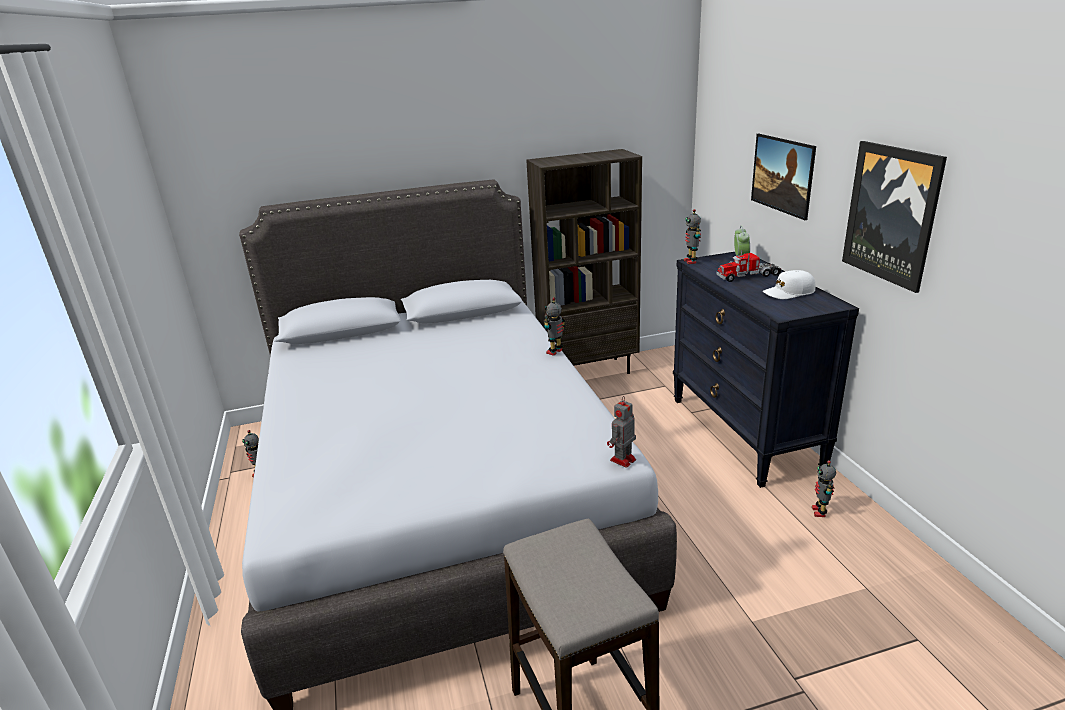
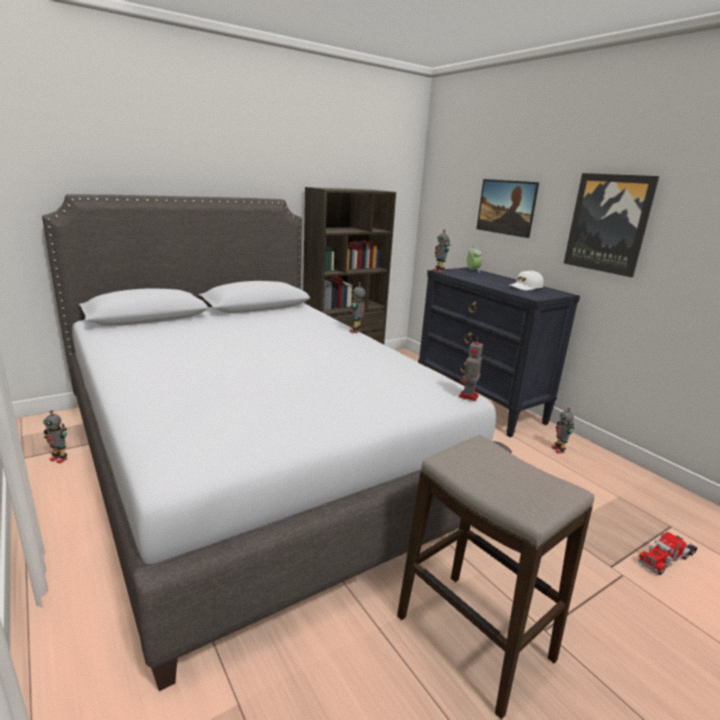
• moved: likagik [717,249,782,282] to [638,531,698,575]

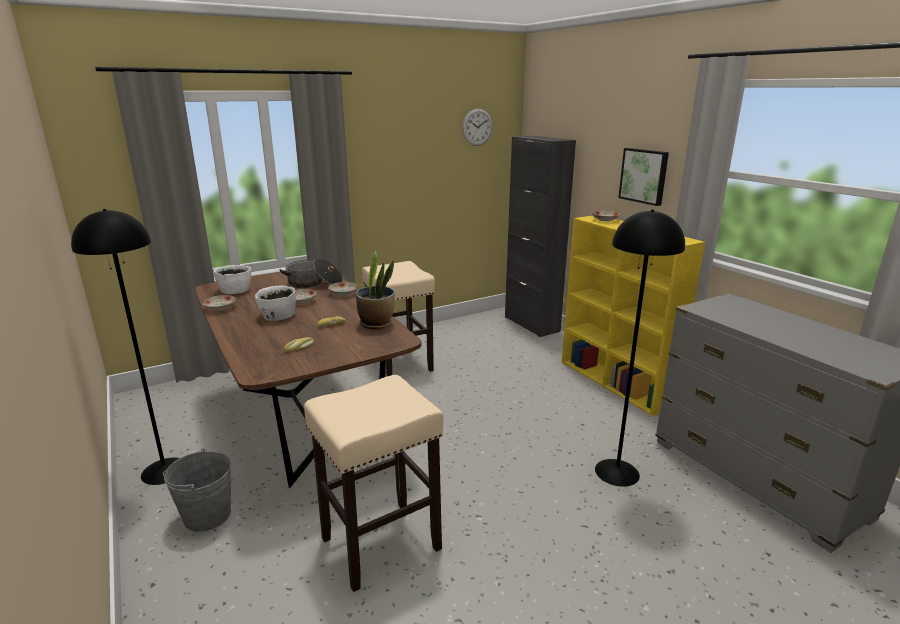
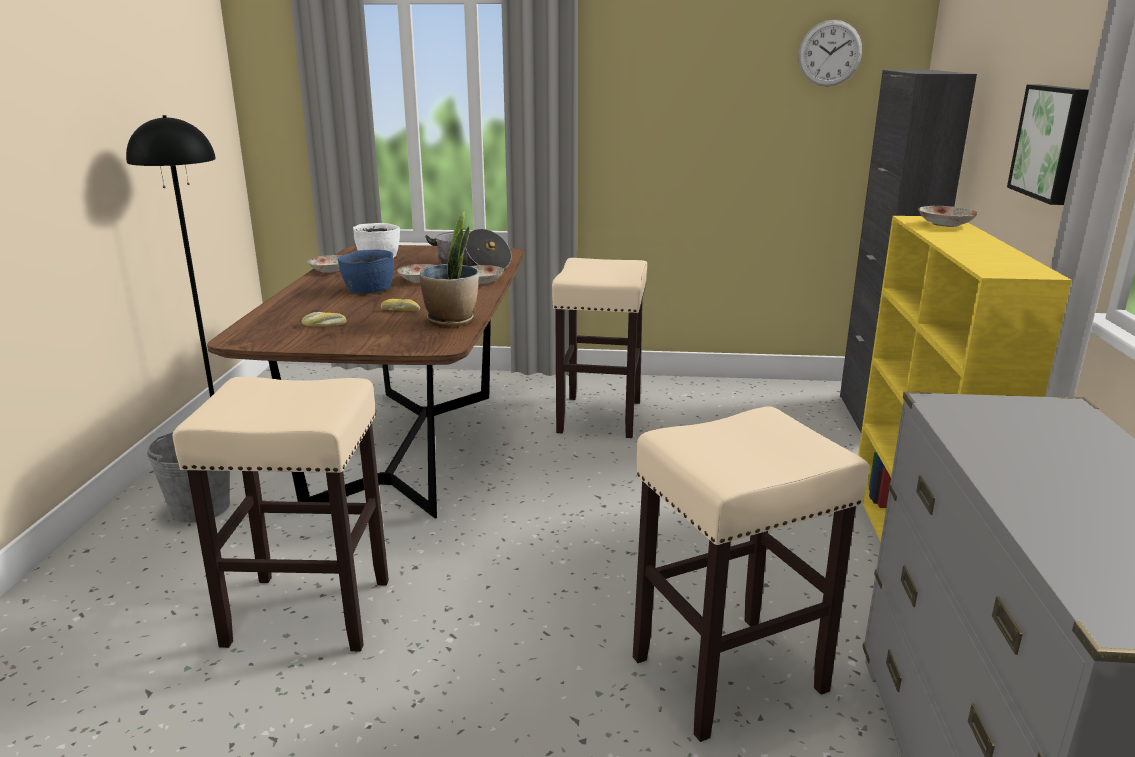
• replaced: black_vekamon [595,209,685,487] to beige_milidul [633,406,869,742]
• recoloured: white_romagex [255,285,296,321] to blue_romagex [338,250,394,294]

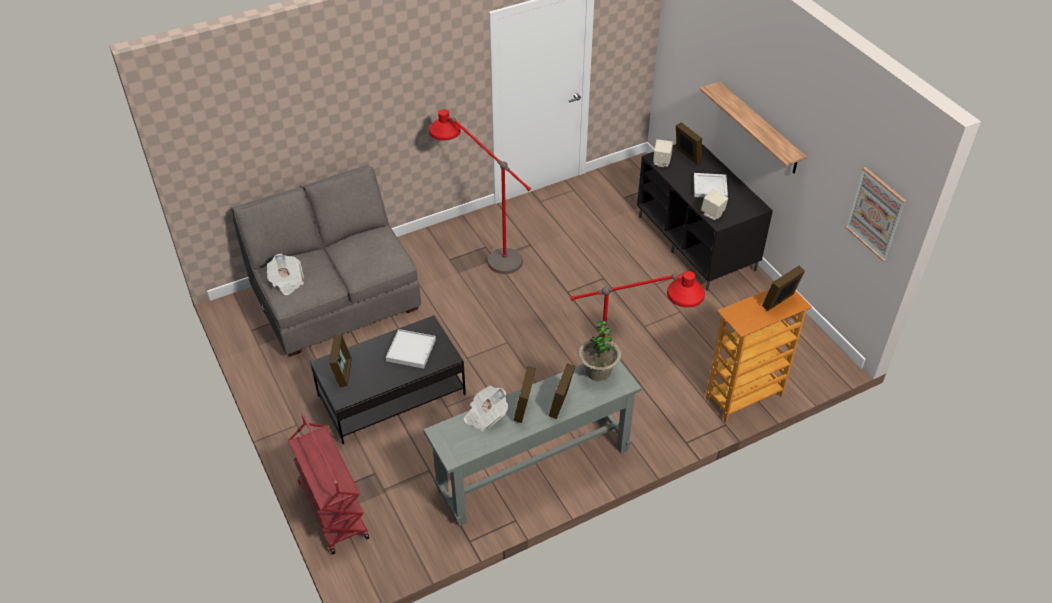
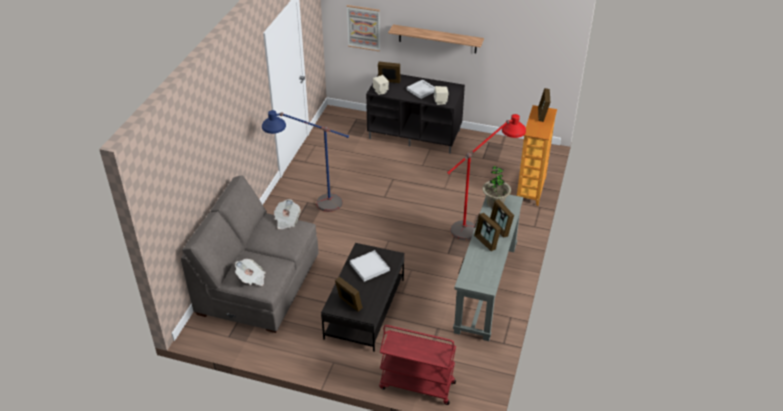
• recoloured: red_vekamon [429,109,531,274] to blue_vekamon [262,110,349,212]
• moved: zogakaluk [845,167,906,262] to [347,5,380,51]
• moved: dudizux [464,386,508,431] to [274,199,301,229]

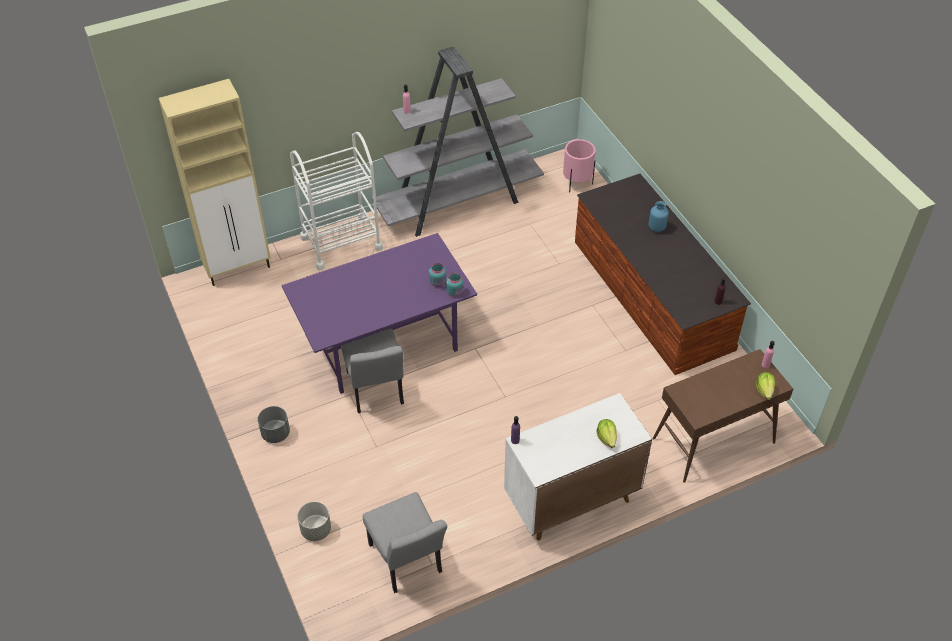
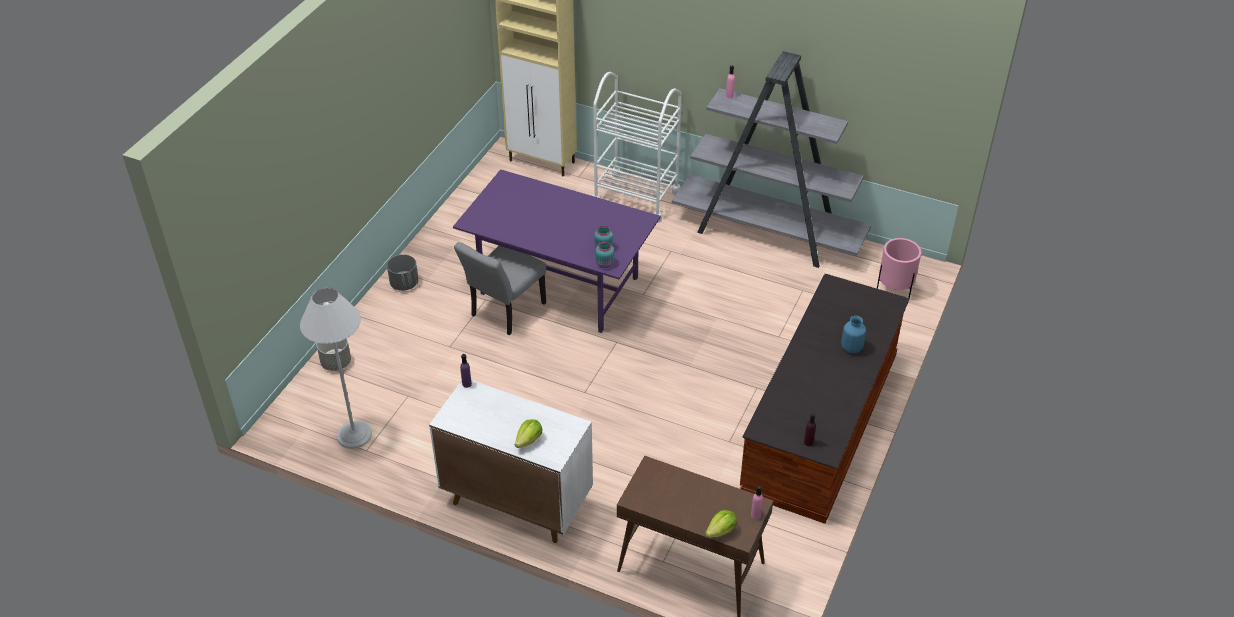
• replaced: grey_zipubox [363,492,447,593] to white_vekamon [300,287,372,449]

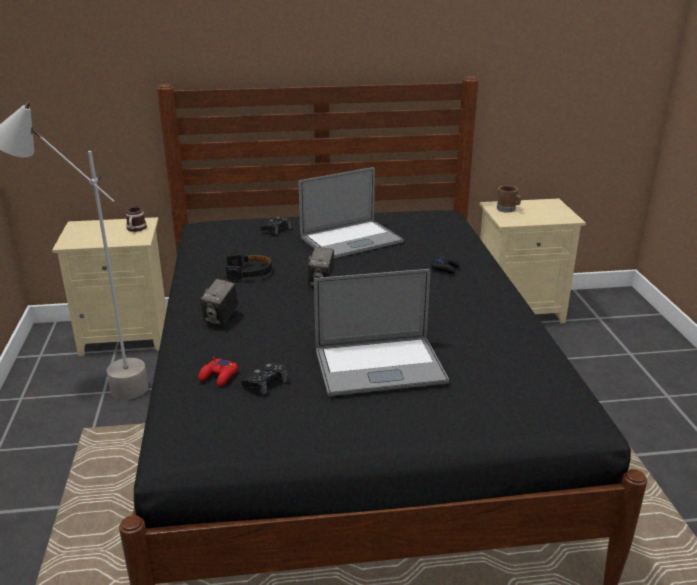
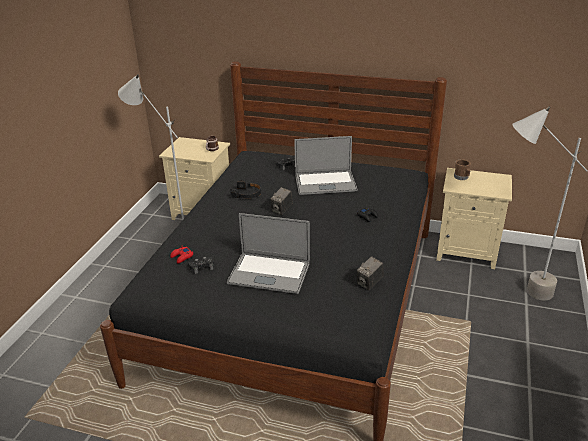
• moved: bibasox [201,279,238,326] to [357,256,383,290]
• added: grey_vekamon [512,107,588,301]

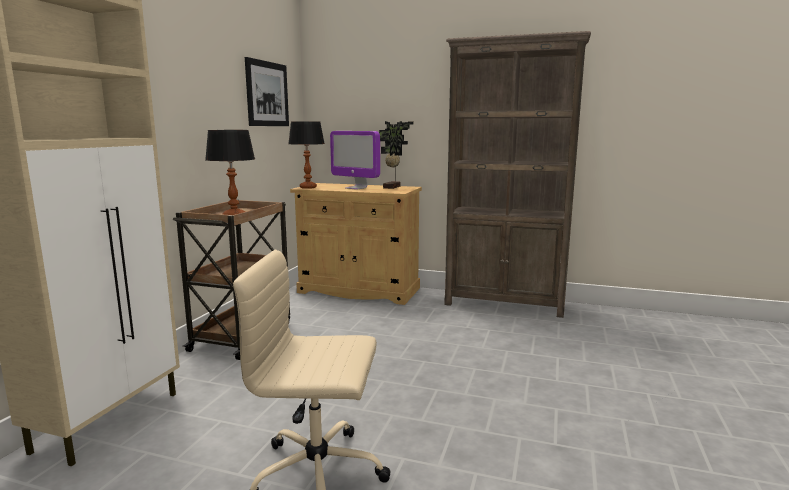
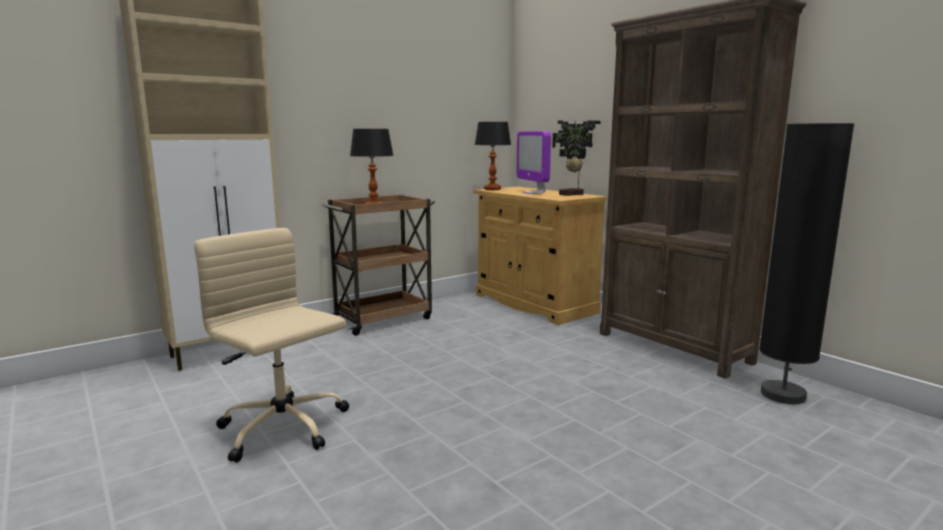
• removed: zogakaluk [245,57,289,126]
• added: black_vekamon [759,123,855,404]

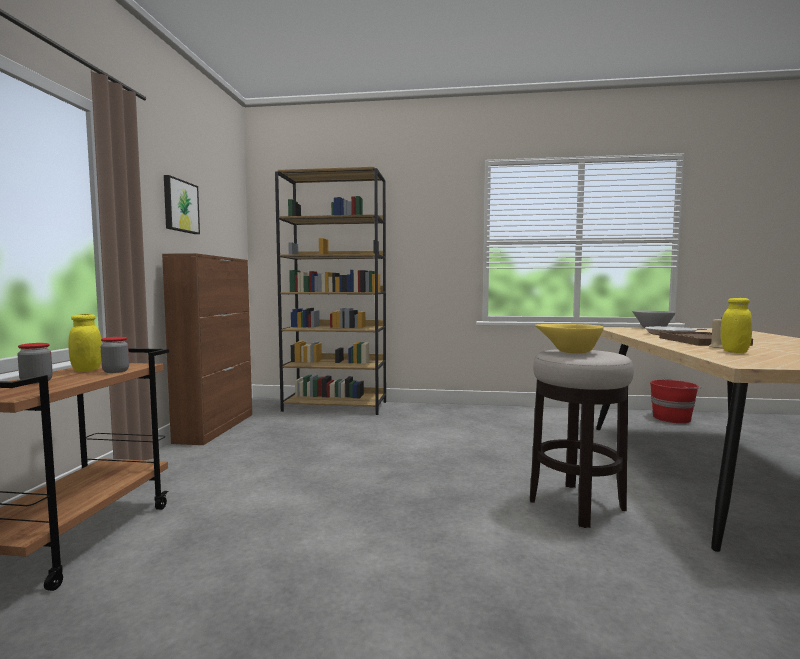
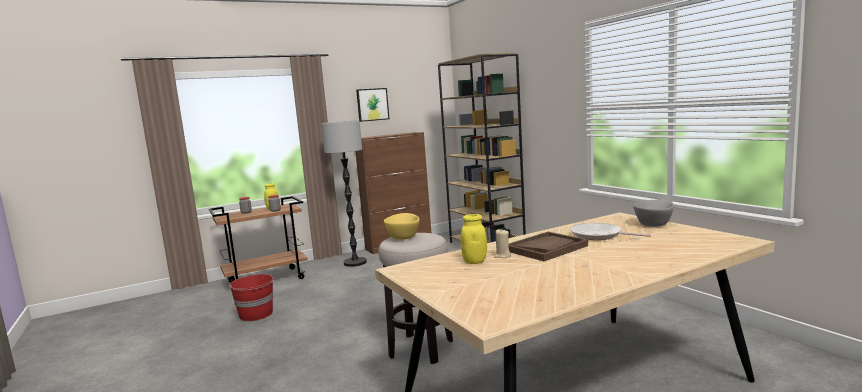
• moved: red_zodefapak [650,378,701,423] to [229,274,274,321]
• added: vekamon [321,120,367,267]

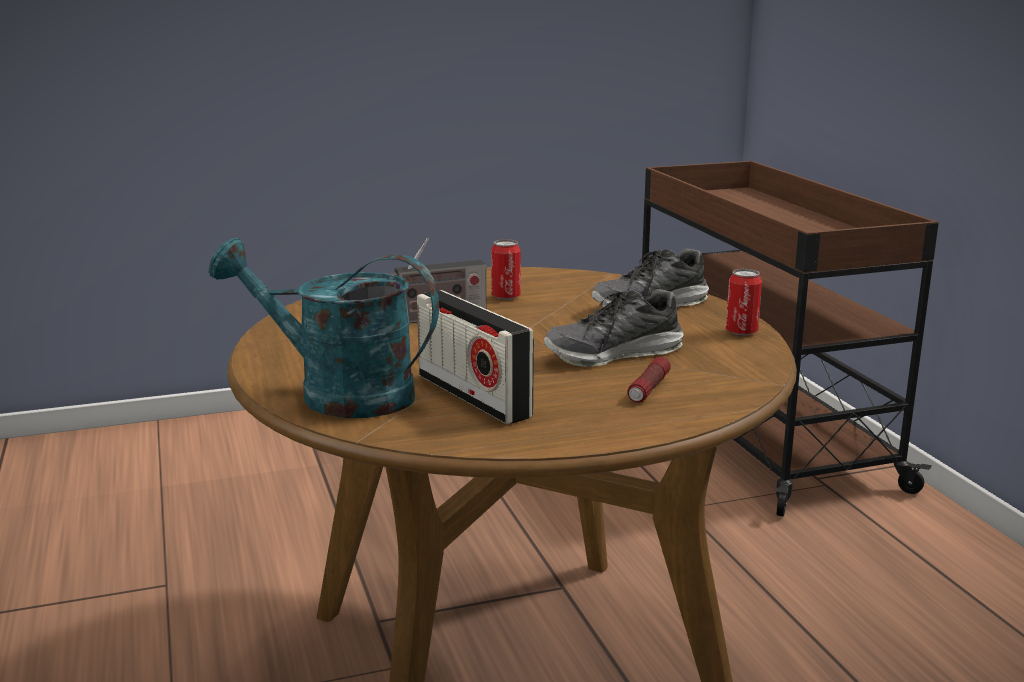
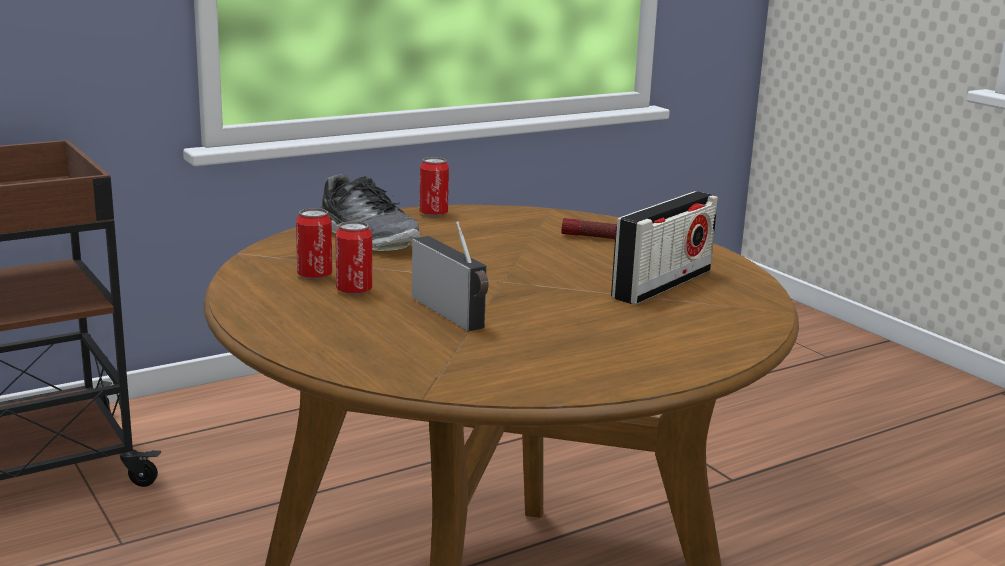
• removed: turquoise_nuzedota [209,238,439,418]
• removed: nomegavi [544,289,684,367]
• added: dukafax [296,208,332,280]

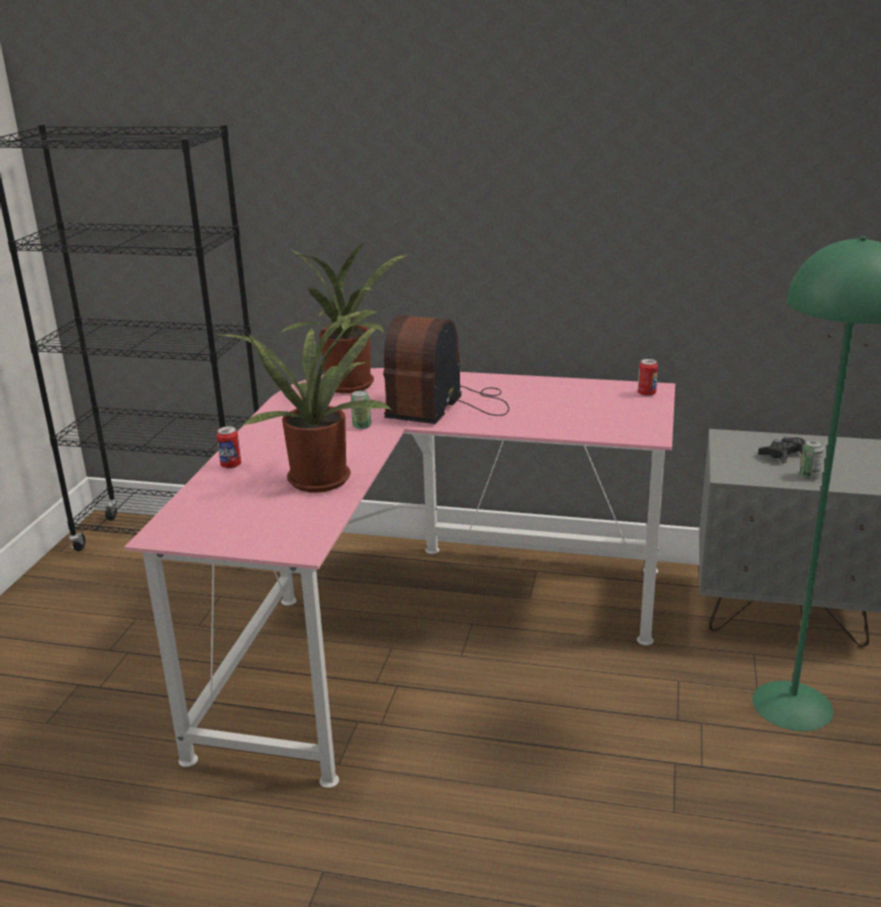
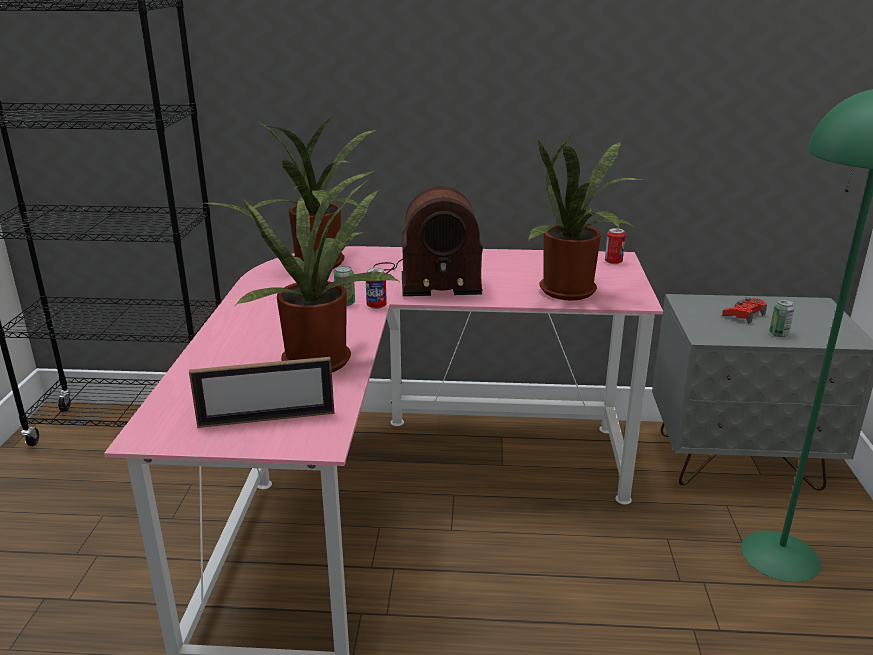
• turned: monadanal [383,315,509,424] = [373,186,483,296] 105 degrees counterclockwise
• moved: dukafax [216,426,241,469] to [366,268,387,309]
• recoloured: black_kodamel [758,436,806,464] to red_kodamel [722,297,767,323]
• added: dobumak [528,131,644,301]
• added: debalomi [189,357,335,428]

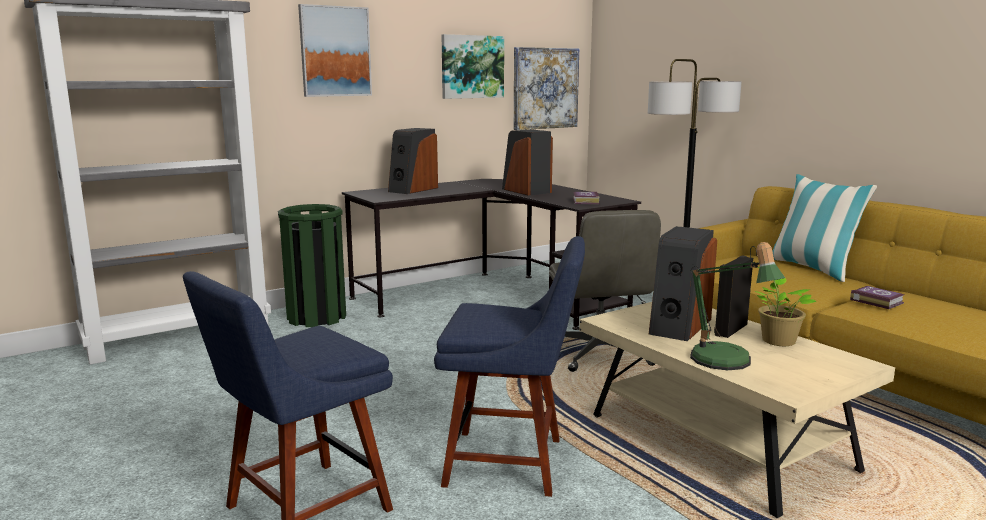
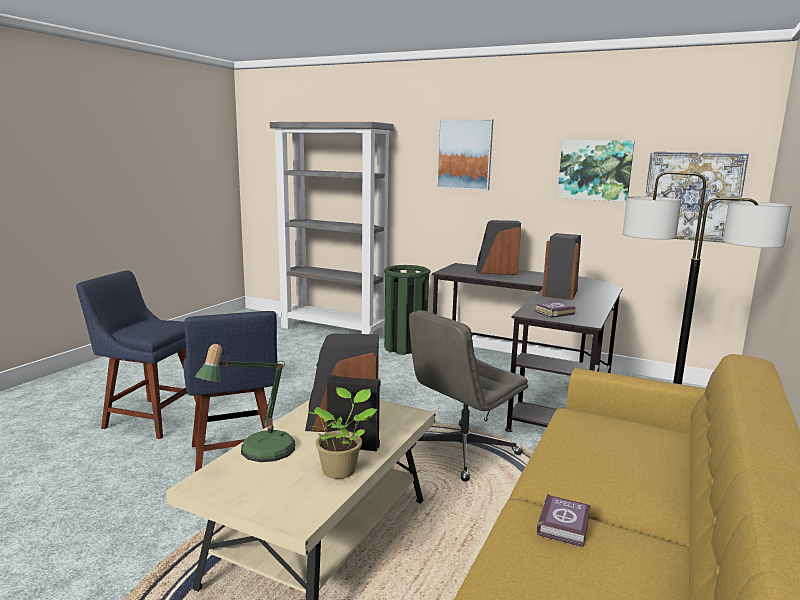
• removed: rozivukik [772,174,877,282]

